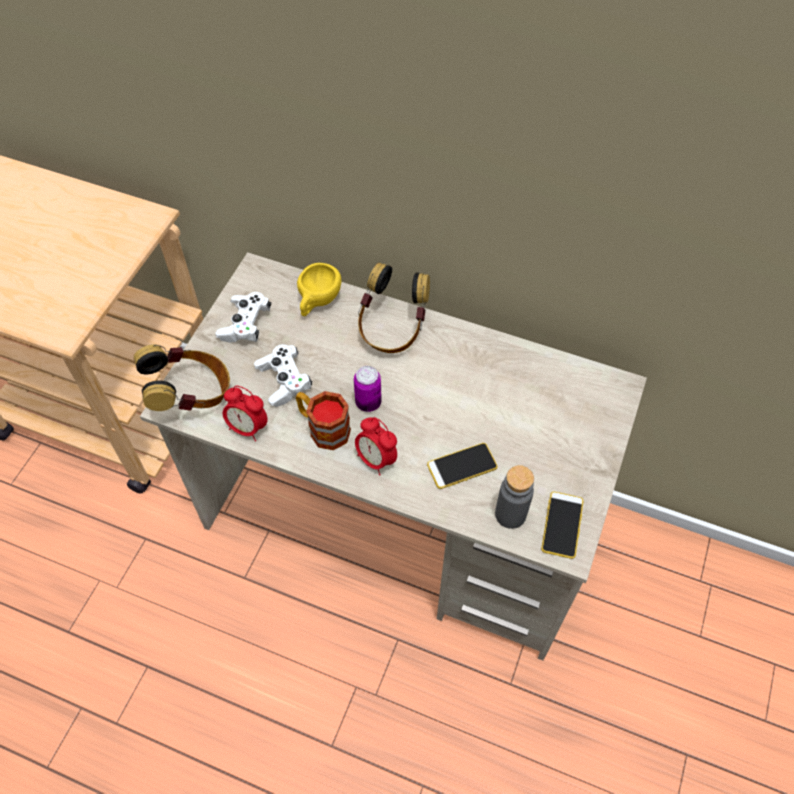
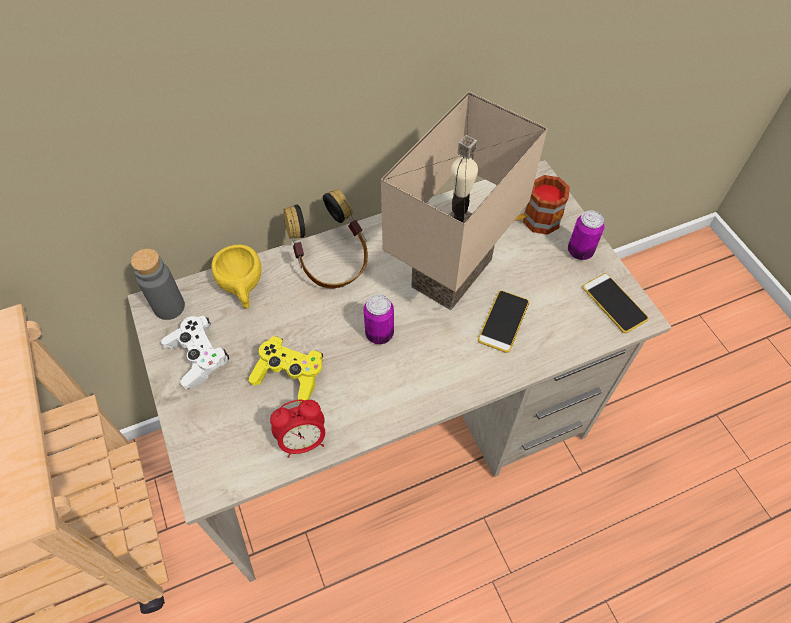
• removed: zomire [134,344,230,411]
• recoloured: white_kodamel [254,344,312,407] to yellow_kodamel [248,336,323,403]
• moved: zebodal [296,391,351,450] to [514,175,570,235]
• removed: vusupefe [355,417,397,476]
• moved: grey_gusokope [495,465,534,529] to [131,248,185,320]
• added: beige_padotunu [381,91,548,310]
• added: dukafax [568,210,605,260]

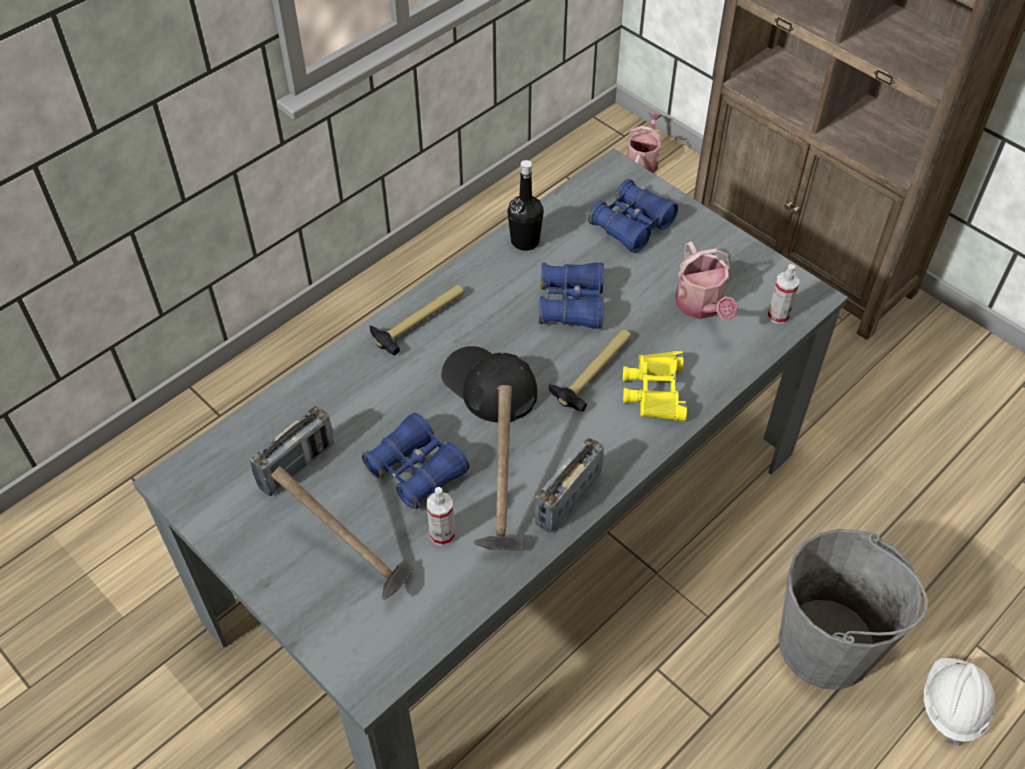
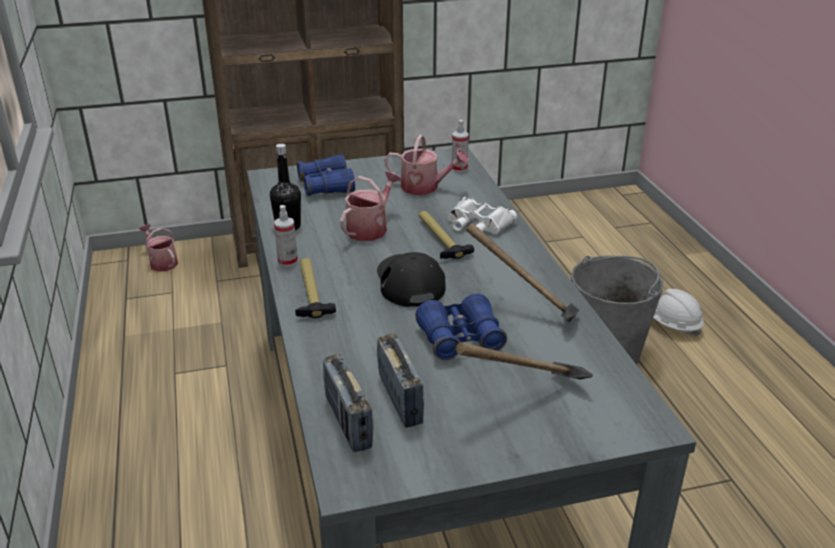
• replaced: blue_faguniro [539,262,604,329] to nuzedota [340,171,401,241]
• turned: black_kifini [441,346,537,423] = [377,252,446,307] 90 degrees clockwise
• recoloured: yellow_faguniro [623,351,687,421] to white_faguniro [448,197,517,234]
• moved: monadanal [534,438,604,533] to [323,354,373,452]
• moved: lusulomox [427,487,455,546] to [274,205,298,267]

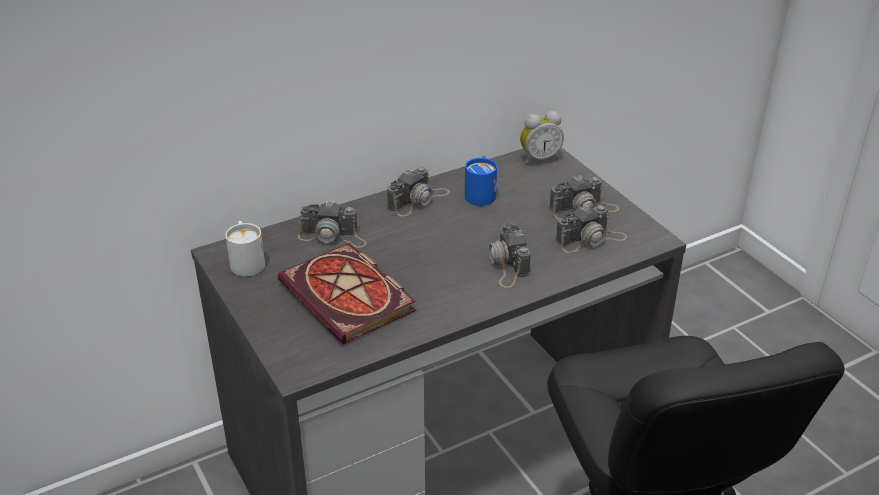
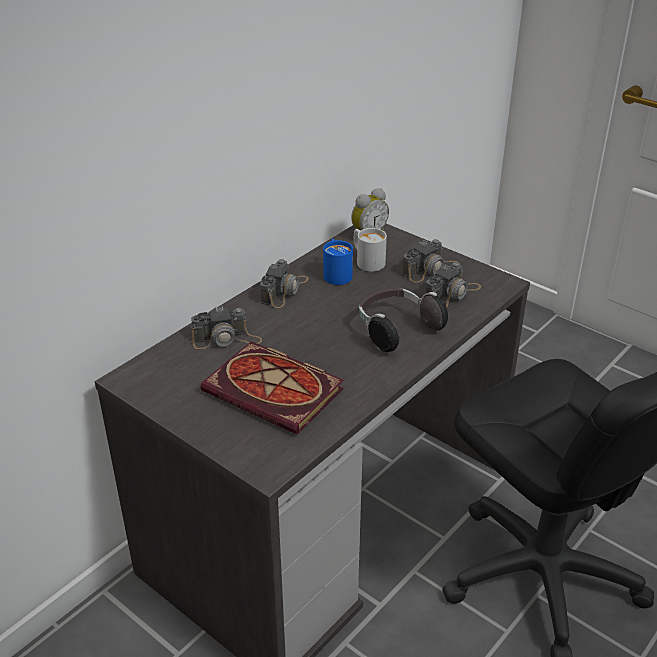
• moved: white_zebodal [225,221,265,276] to [354,228,387,272]
• replaced: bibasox [488,223,531,288] to zomire [359,288,448,352]

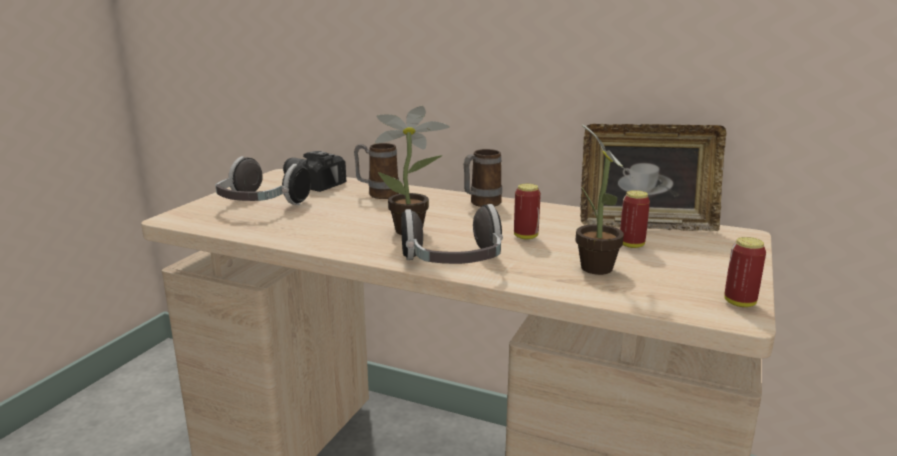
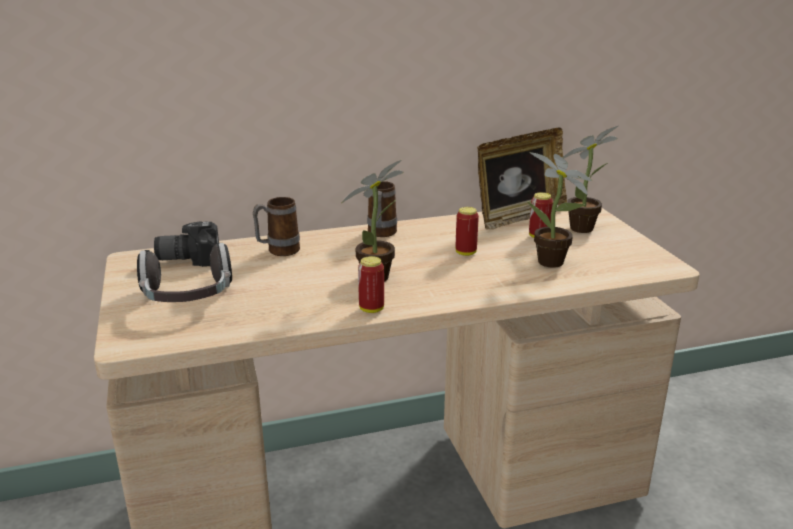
• removed: zomire [401,204,503,264]
• moved: dukafax [724,237,766,307] to [358,256,384,313]
• added: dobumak [562,126,618,233]

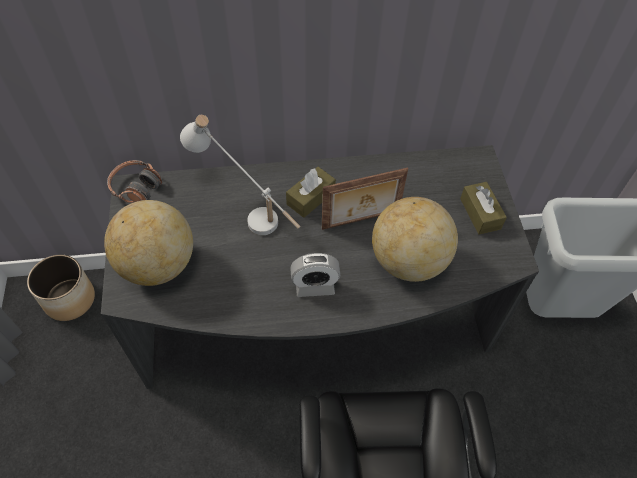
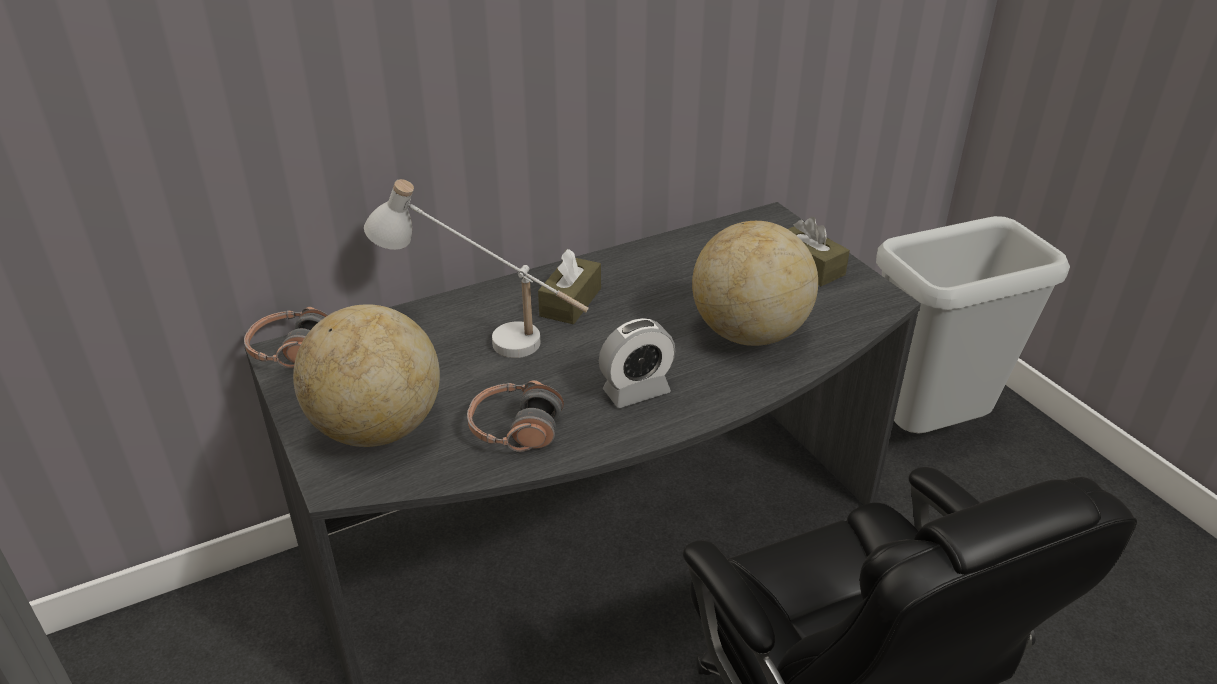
• removed: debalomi [322,168,408,230]
• removed: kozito [27,255,95,321]
• added: zomire [467,380,564,452]

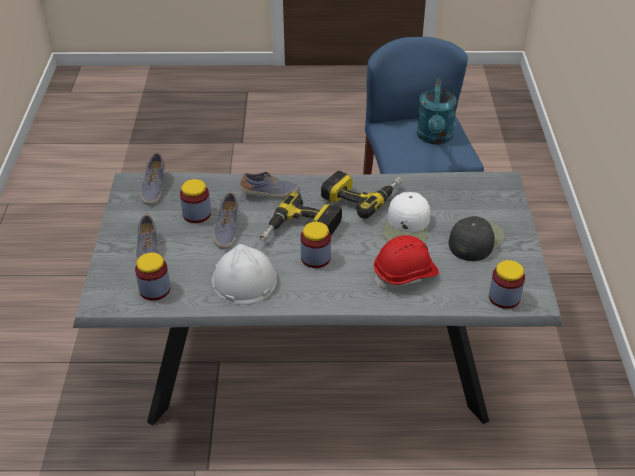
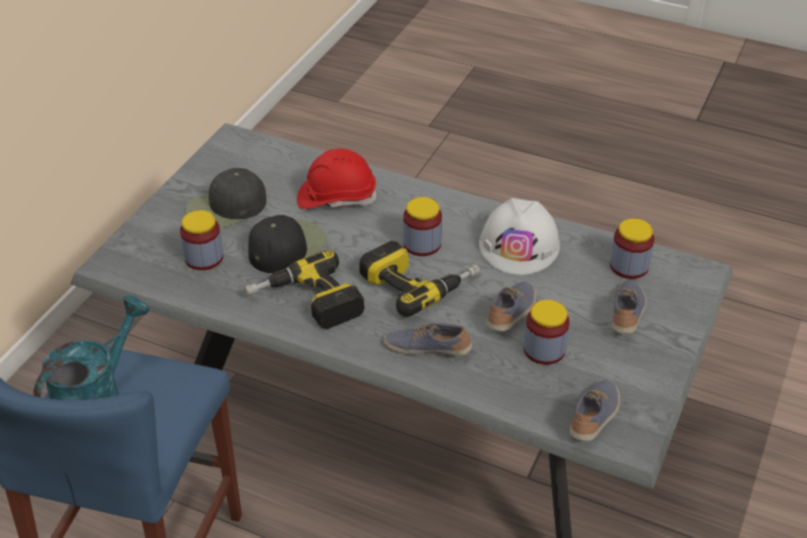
• recoloured: white_kifini [382,192,431,243] to black_kifini [248,215,327,273]
• moved: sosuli [489,260,525,309] to [180,210,223,270]

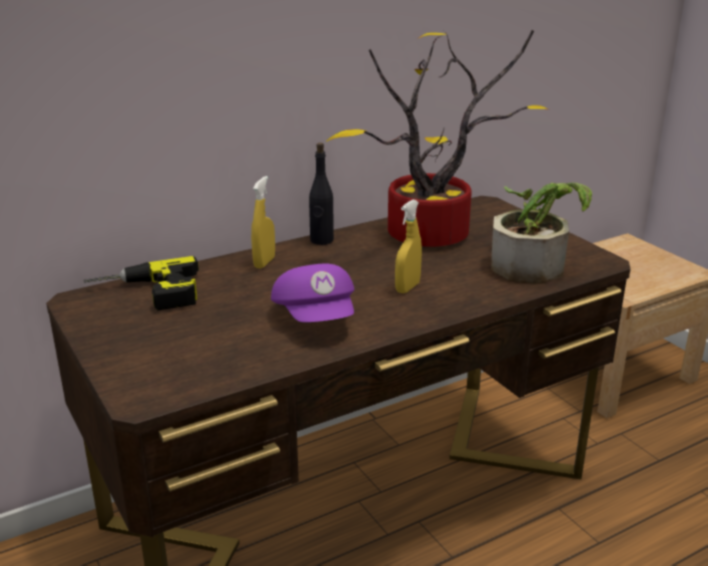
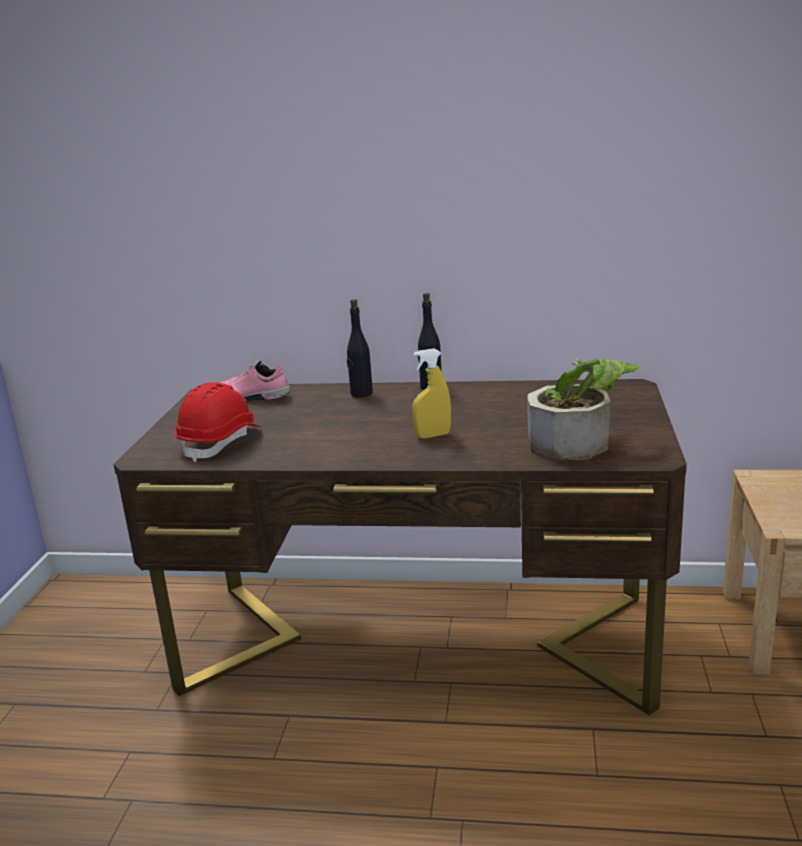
• removed: dobumak [326,30,549,247]
• replaced: yellow_lusulomox [251,176,275,269] to black_gusokope [347,299,373,398]
• replaced: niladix [83,256,199,311] to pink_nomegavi [220,360,291,401]
• removed: purple_kifini [271,263,354,322]
• added: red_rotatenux [175,383,261,462]

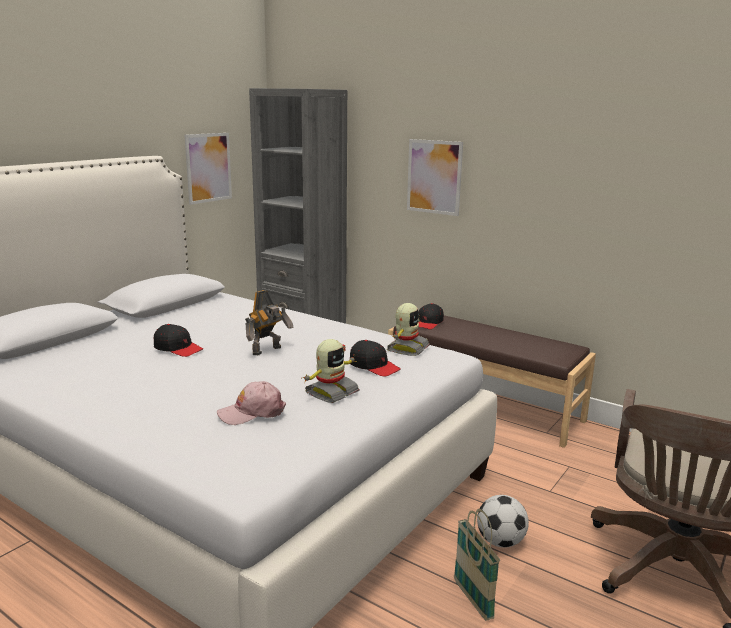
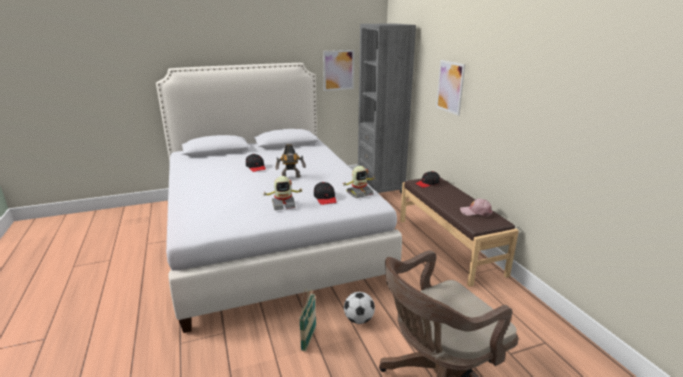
• moved: pink_kifini [217,381,286,425] to [460,199,493,216]

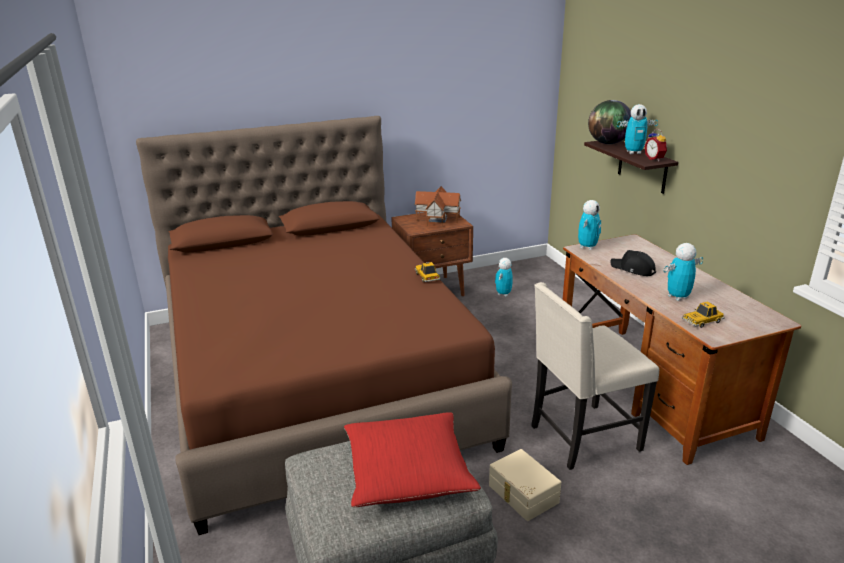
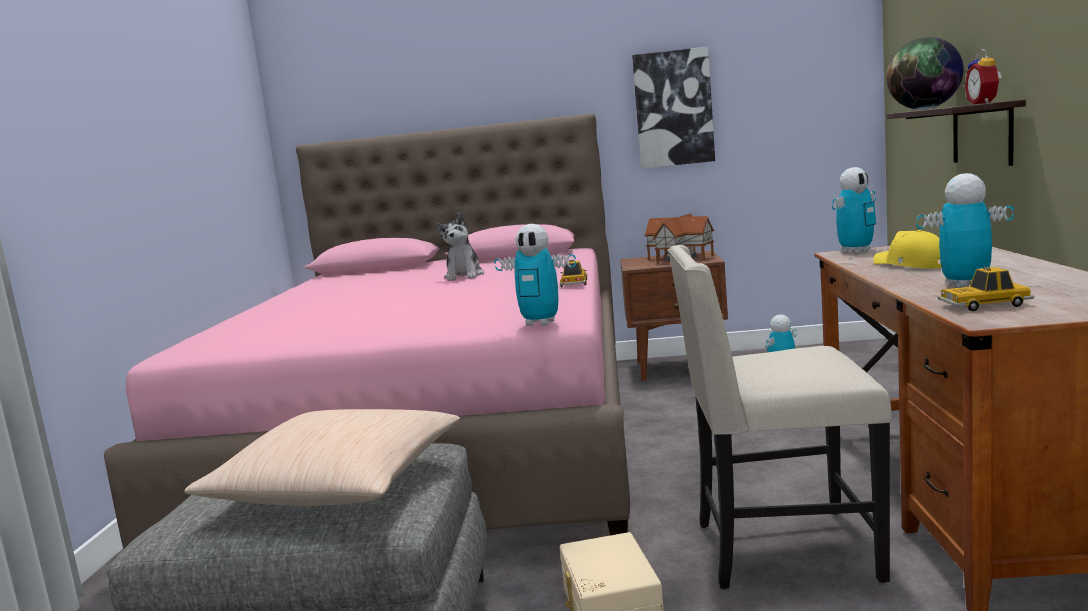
• moved: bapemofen [617,104,658,154] to [494,224,576,326]
• recoloured: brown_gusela [136,116,512,535] to pink_gusela [104,113,630,549]
• recoloured: black_kifini [610,250,656,276] to yellow_kifini [873,230,942,269]
• recoloured: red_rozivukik [344,412,481,507] to beige_rozivukik [184,409,460,506]
• added: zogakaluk [632,47,715,169]
• added: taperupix [436,213,484,281]

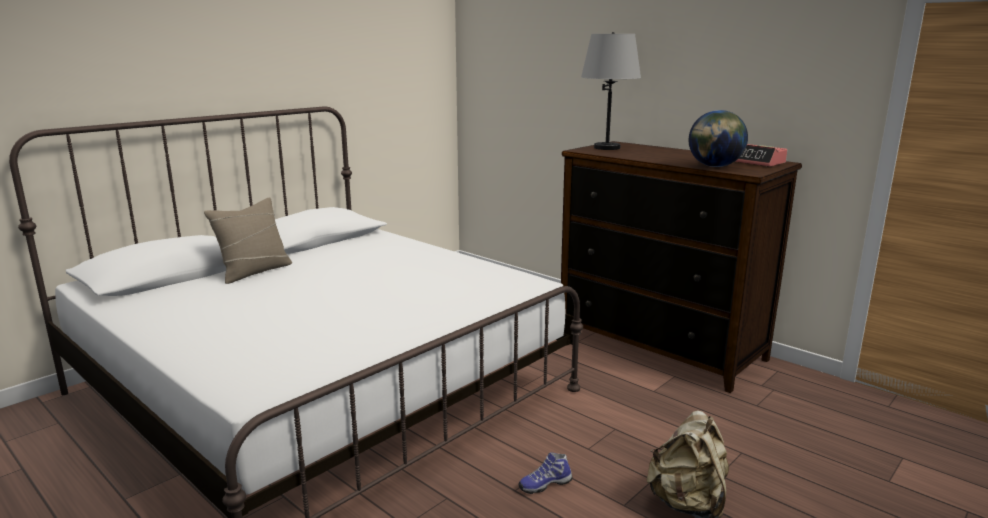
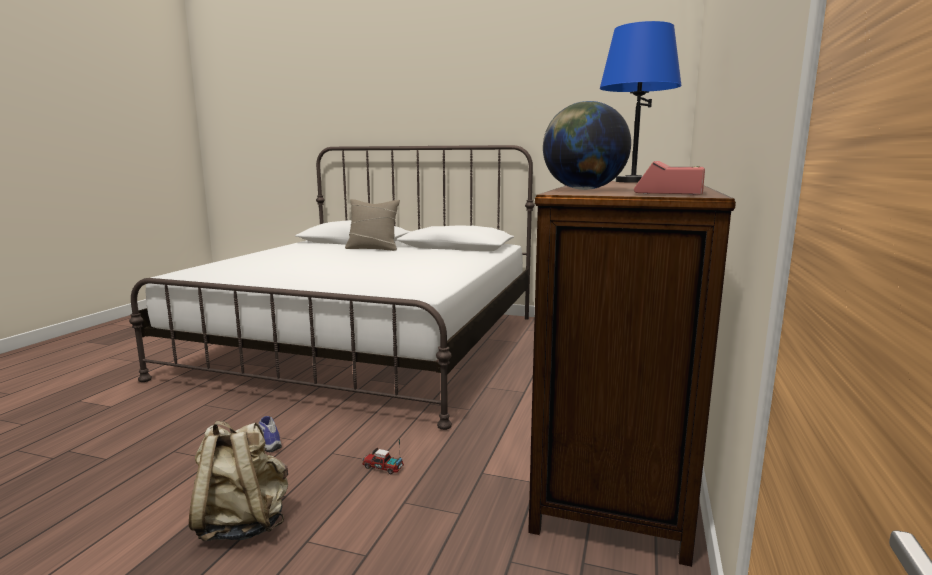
• recoloured: grey_padotunu [581,32,641,150] to blue_padotunu [600,21,682,183]
• added: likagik [362,440,404,474]

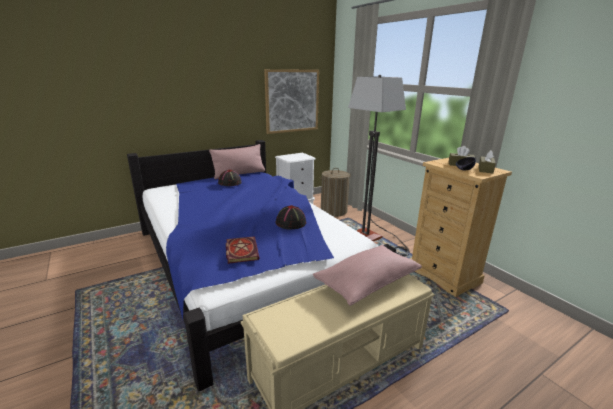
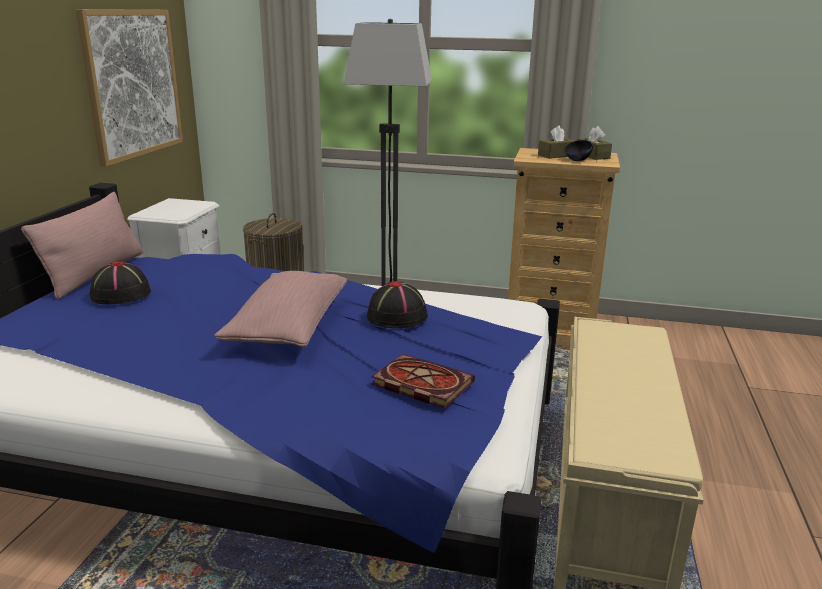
• moved: pink_rozivukik [313,245,422,306] to [214,271,347,347]

